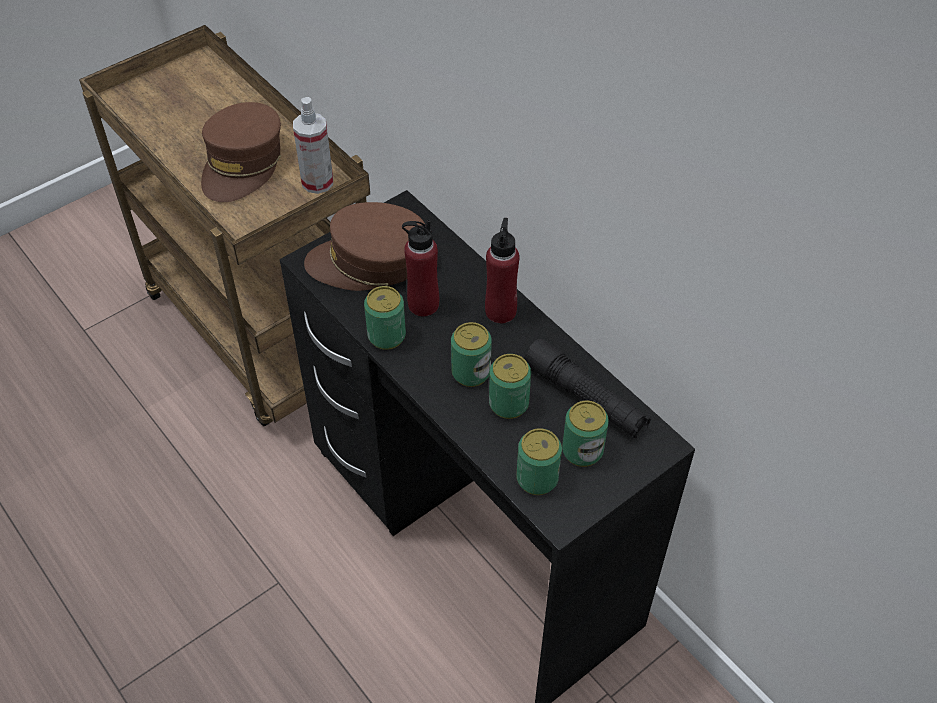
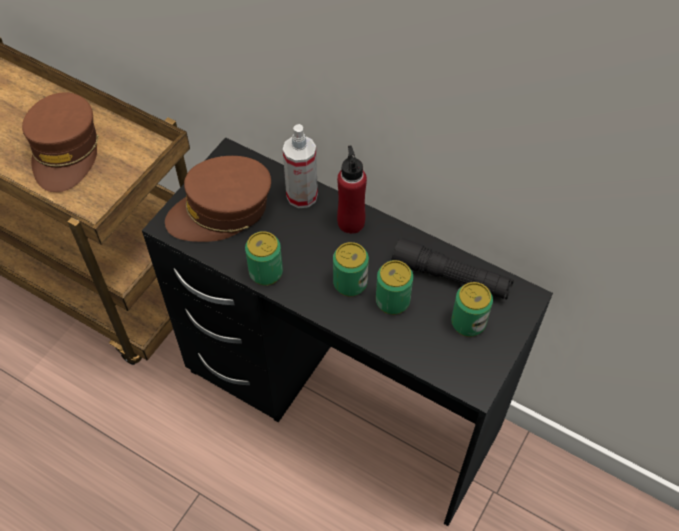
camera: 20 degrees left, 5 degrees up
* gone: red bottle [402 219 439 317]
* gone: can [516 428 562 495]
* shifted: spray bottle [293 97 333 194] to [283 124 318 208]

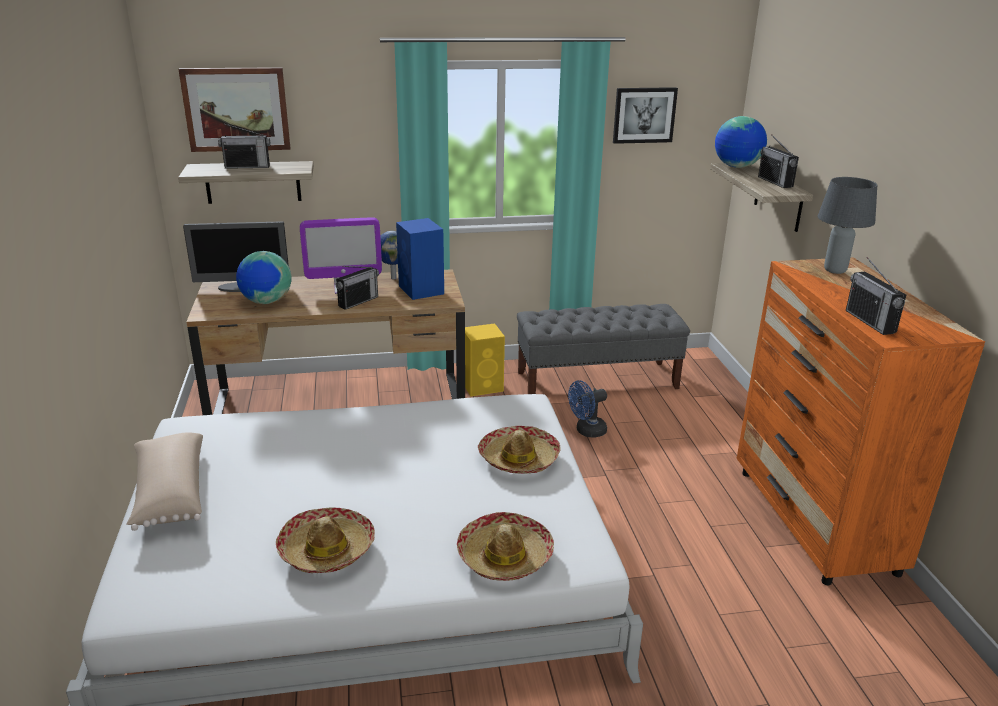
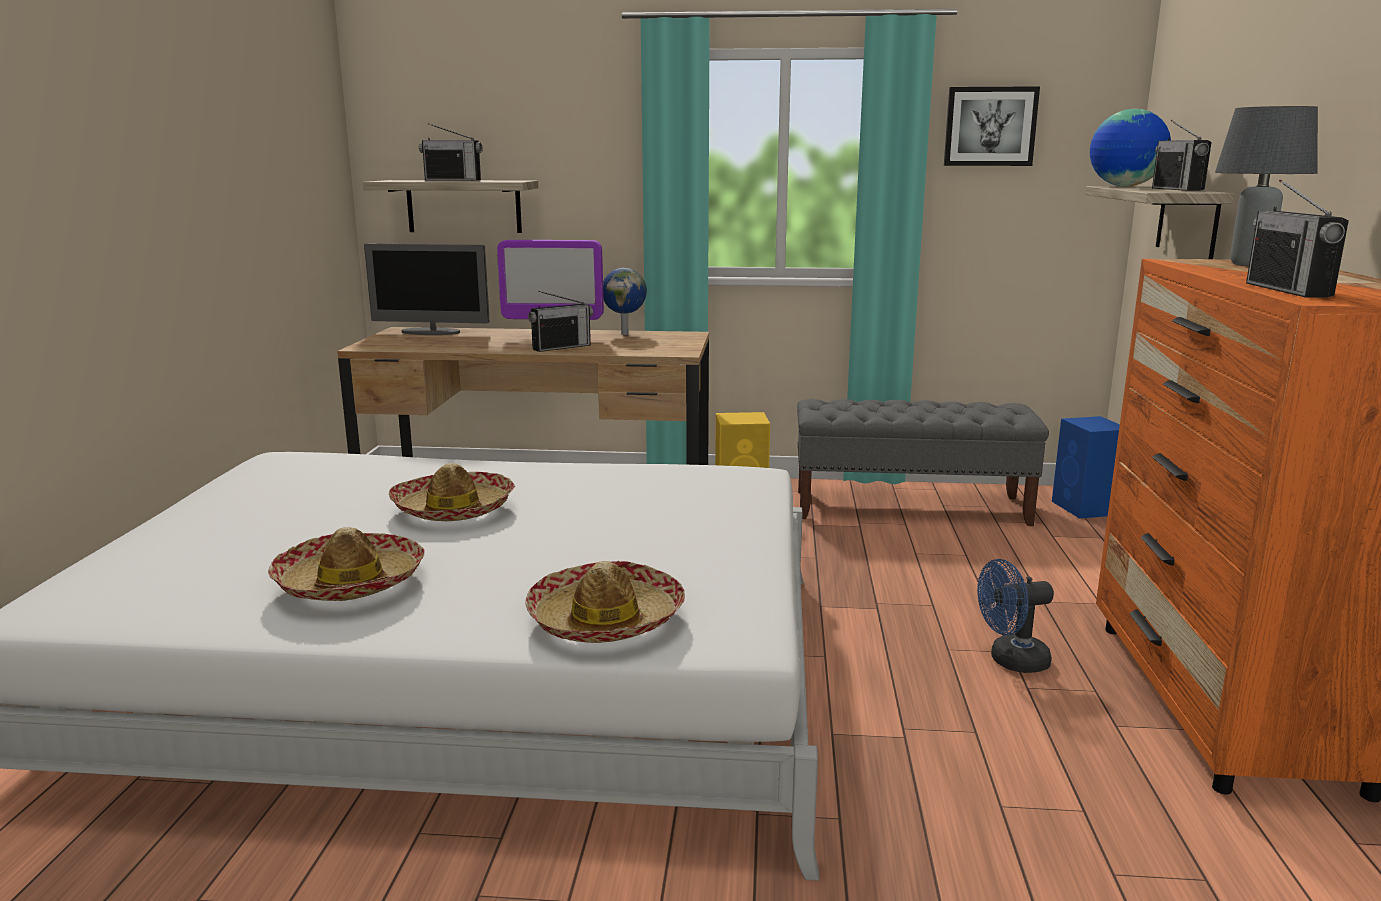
camera: 15 degrees right, 10 degrees down
* gone: beige pillow [126 432 203 531]
* gone: picture [178 67 290 152]
* gone: globe [236 251 291 304]
* shifted: blue speaker [396 218 444 300] to [1052 416 1120 519]
* shifted: hat [478 426 560 474] to [389 463 515 521]
* shifted: blue fan [568 380 607 438] to [977 559 1054 673]

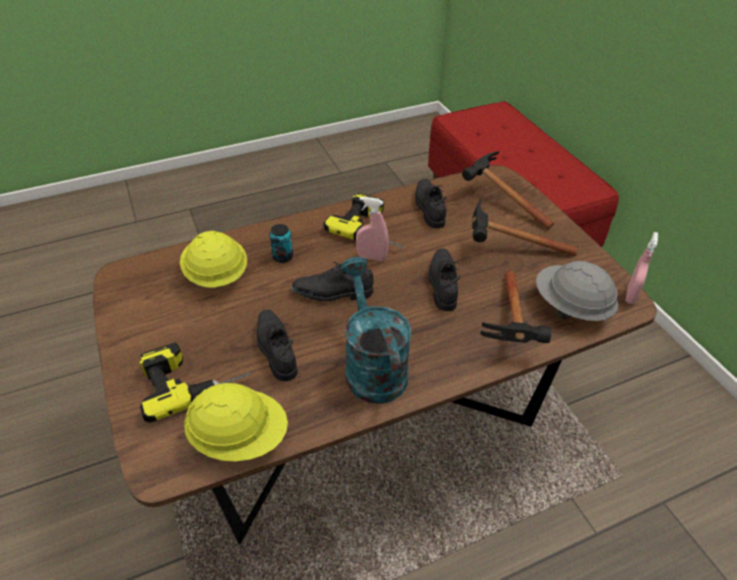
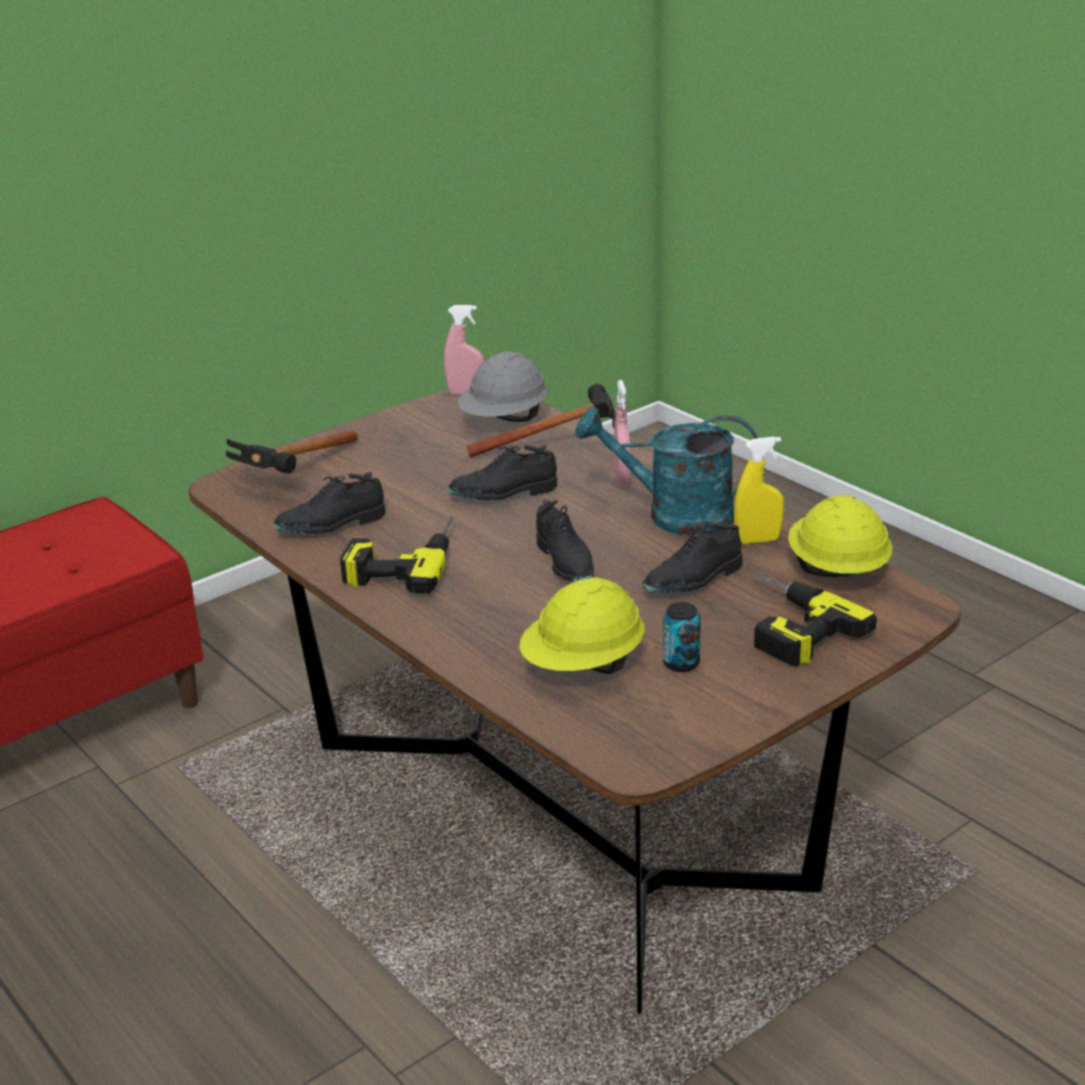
camera: 105 degrees left, 15 degrees down
* gone: hammer [472 199 578 256]
* new: yellow spray bottle [734 437 784 544]
* shifted: can [269 224 293 263] to [663 602 701 672]
* shifted: pink spray bottle [356 197 389 261] to [614 380 631 486]
* rotated: turquoise watering can [340 257 411 404] = [575 407 757 536] 45 degrees clockwise

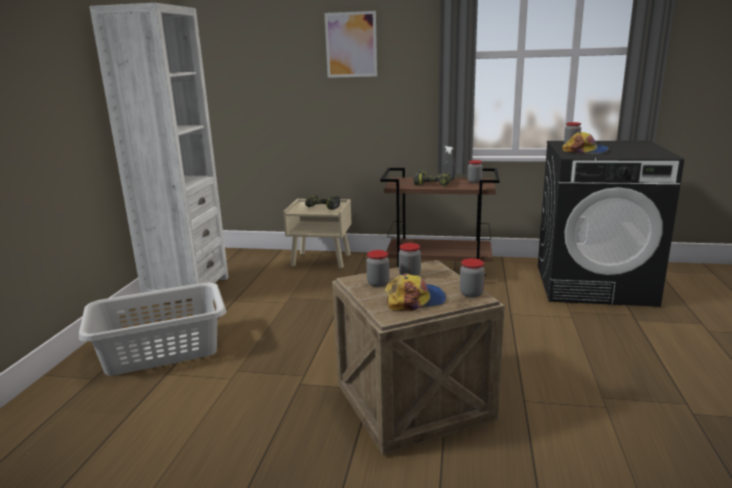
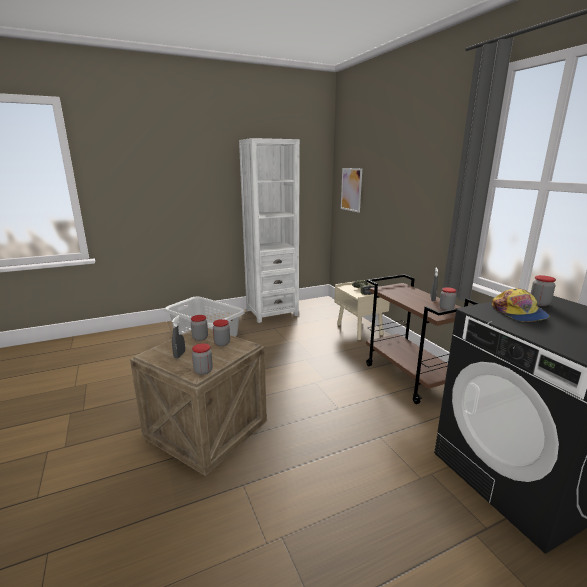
camera: 55 degrees right, 0 degrees up
* gone: power drill [414 170 451 186]
* shifted: picture [324 11 377 78] to [341 168 362 213]
* swapped: cap [385 274 446 311] to grey spray bottle [172 315 185 359]

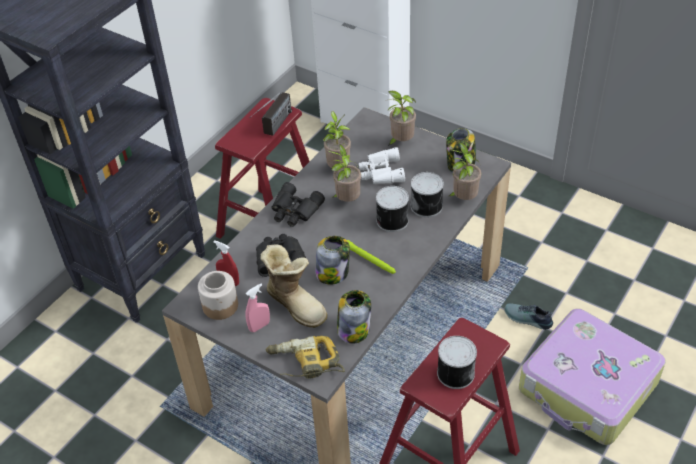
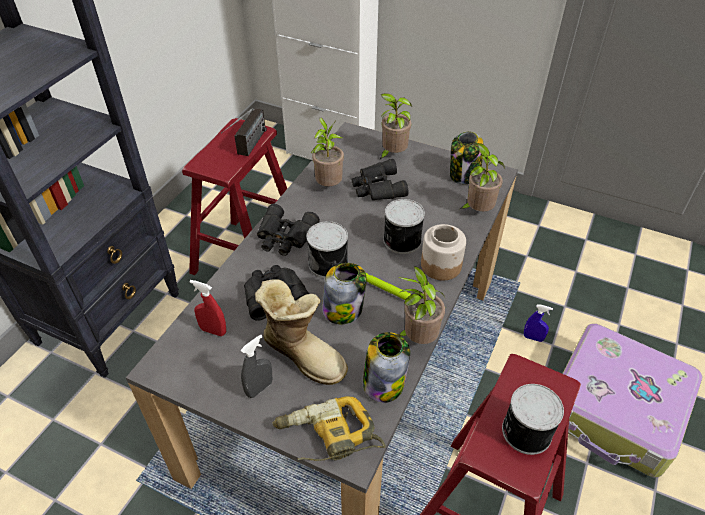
camera: 10 degrees left, 0 degrees up
* shifted: jar [198 271 238 320] to [421 224 466 280]
* shifted: potted plant [328 144 361 202] to [398 266 445 344]
* shifted: can [411 172 444 218] to [307 221 348 278]
* swapped: shoe [504 303 553 330] to blue spray bottle [524 304 553 342]
* repainted: pink spray bottle [245 284 270 332] to grey spray bottle [241 335 272 398]
* repainted: white binoculars [359 147 405 184] to black binoculars [352 159 409 200]

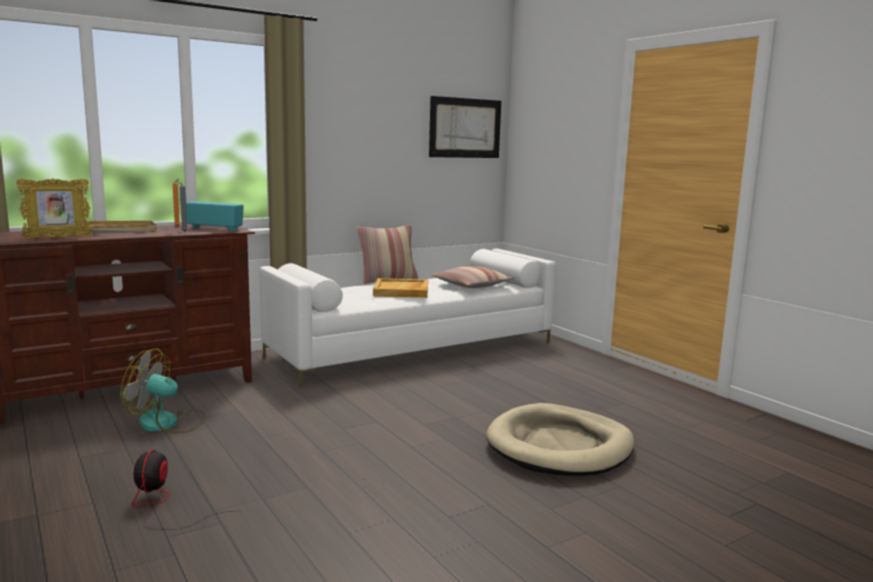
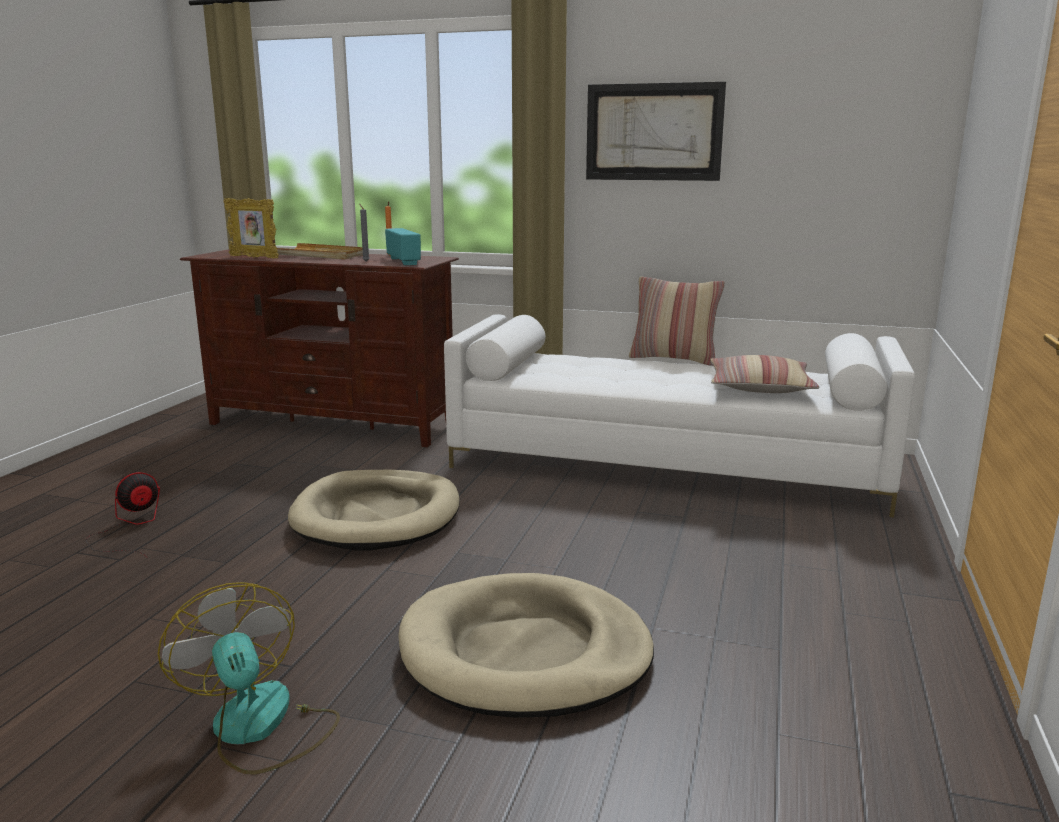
camera: 50 degrees right, 5 degrees up
* gone: beige tray [373 278 428 298]
* new: beige dog bed [288 470 460 551]
* shifted: fan [120 348 205 434] to [158 582 340 774]
* shifted: picture [429 96 501 158] to [586 82 726 181]

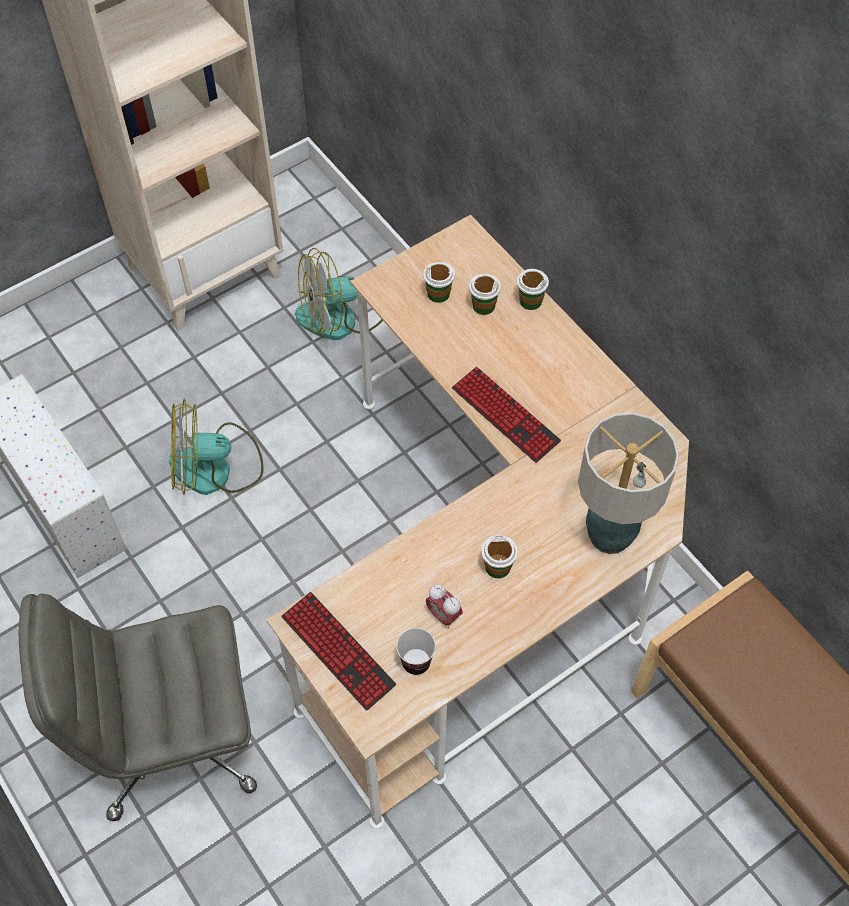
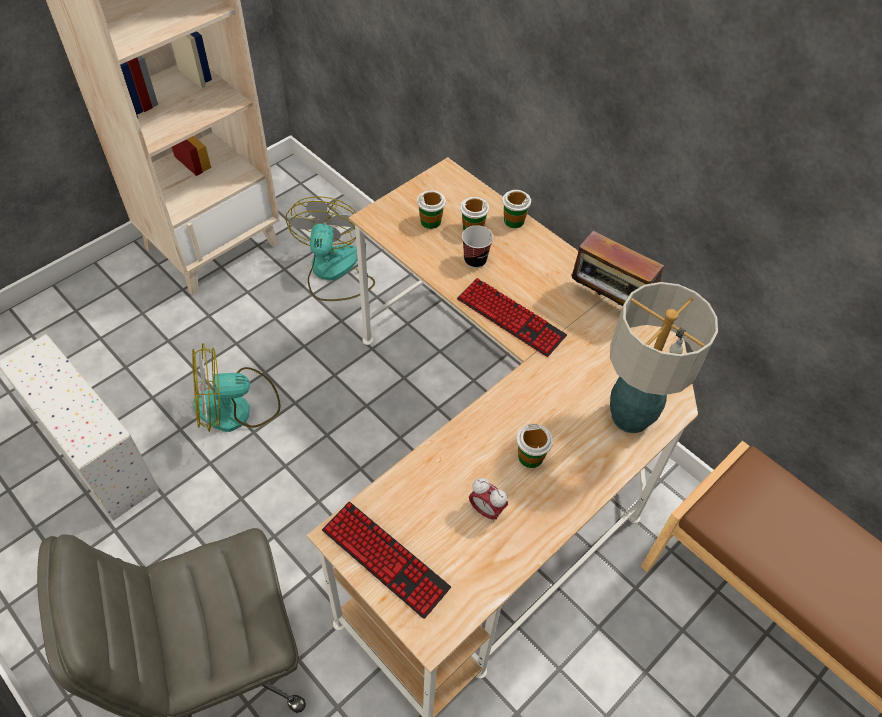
camera: 10 degrees left, 5 degrees down
* new: radio [572 229 664 308]
* shifted: cup [396 628 436 675] to [462 225 493 268]
* rotated: fan [295 248 383 340] = [285 196 375 301] 120 degrees clockwise

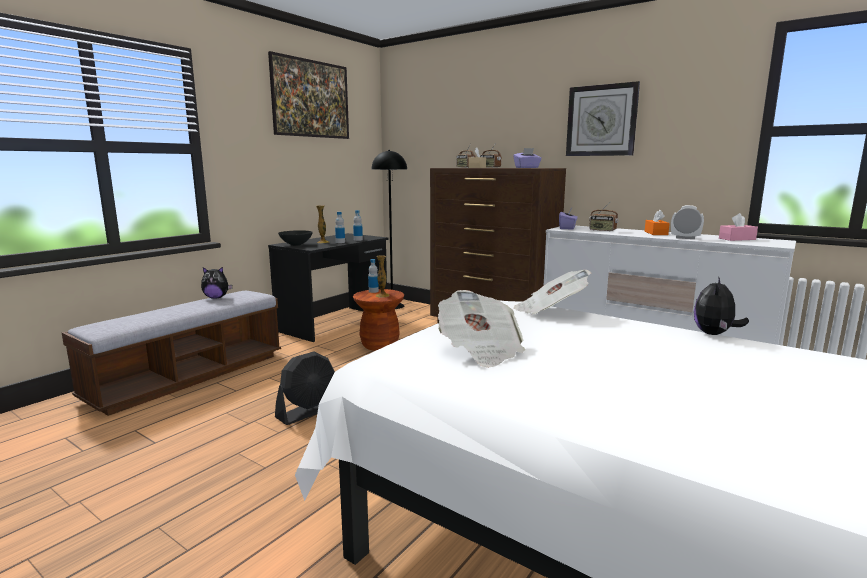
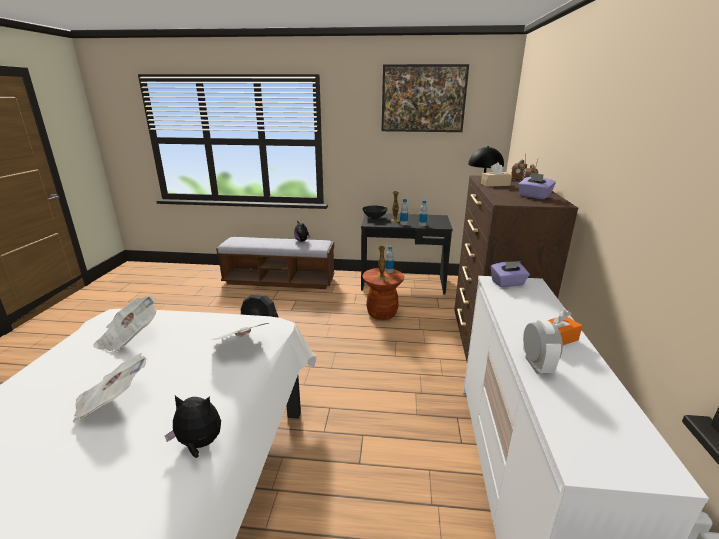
camera: 60 degrees right, 10 degrees up
* gone: wall clock [566 81 640 156]
* gone: radio [589 201 619 232]
* gone: pink tissue box [719 213 758 241]
* new: newspaper [73 353 146 422]

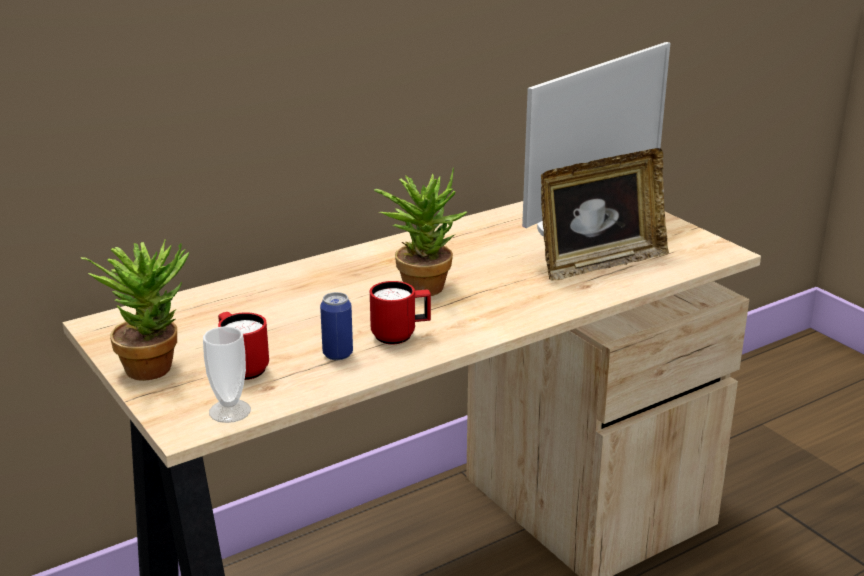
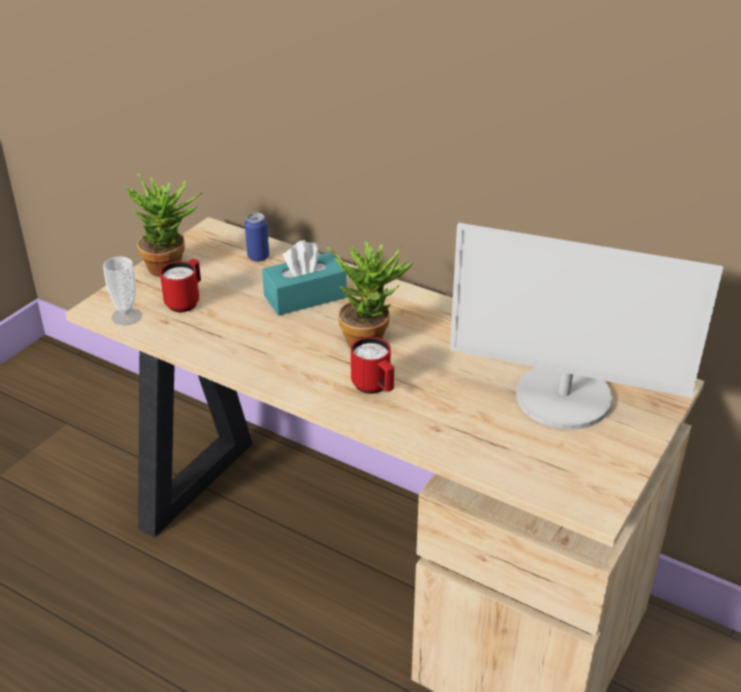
camera: 65 degrees right, 10 degrees up
* gone: picture frame [541 148 669 281]
* new: turquoise tissue box [262 240 347 316]
* shifted: can [320 292 353 360] to [245 213 269 262]
* shifted: red mug [370 281 431 344] to [351 337 394 394]

